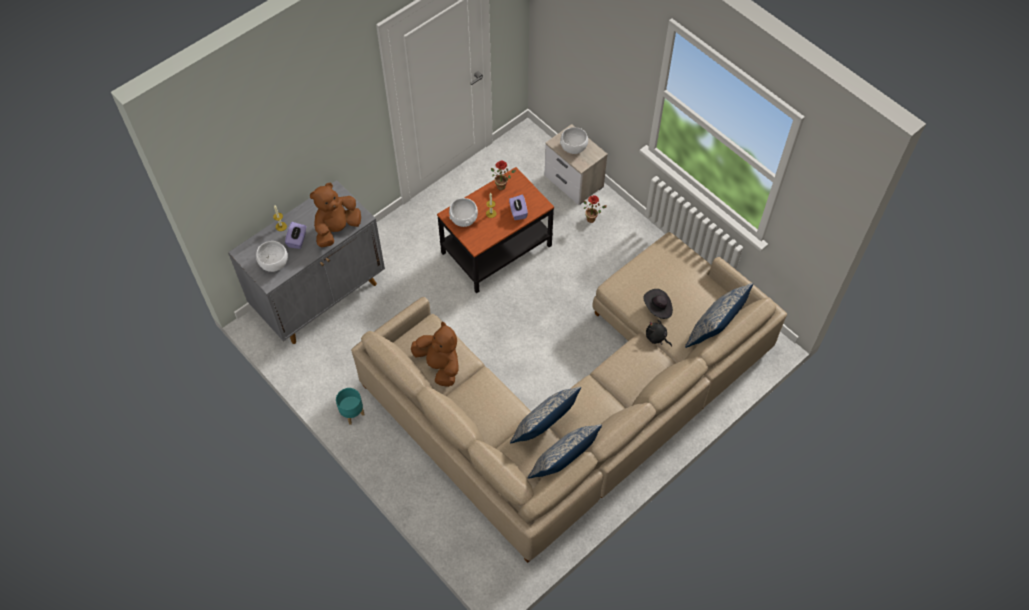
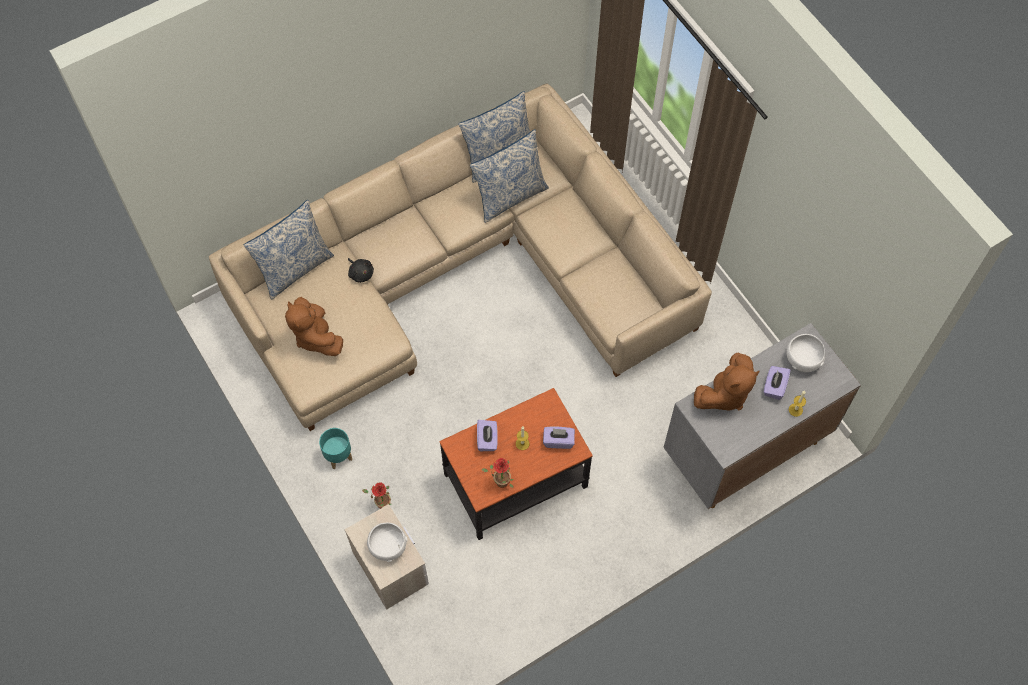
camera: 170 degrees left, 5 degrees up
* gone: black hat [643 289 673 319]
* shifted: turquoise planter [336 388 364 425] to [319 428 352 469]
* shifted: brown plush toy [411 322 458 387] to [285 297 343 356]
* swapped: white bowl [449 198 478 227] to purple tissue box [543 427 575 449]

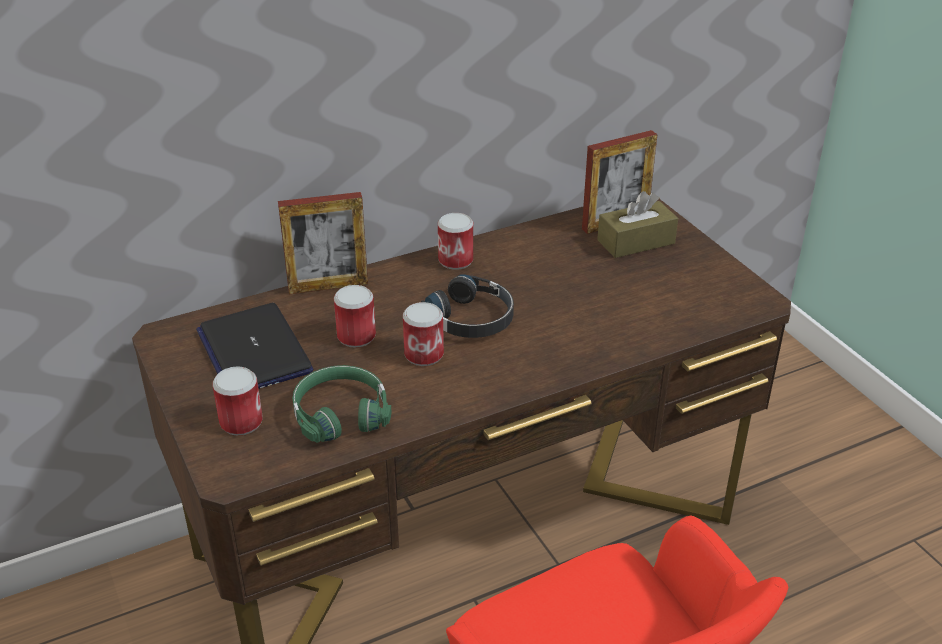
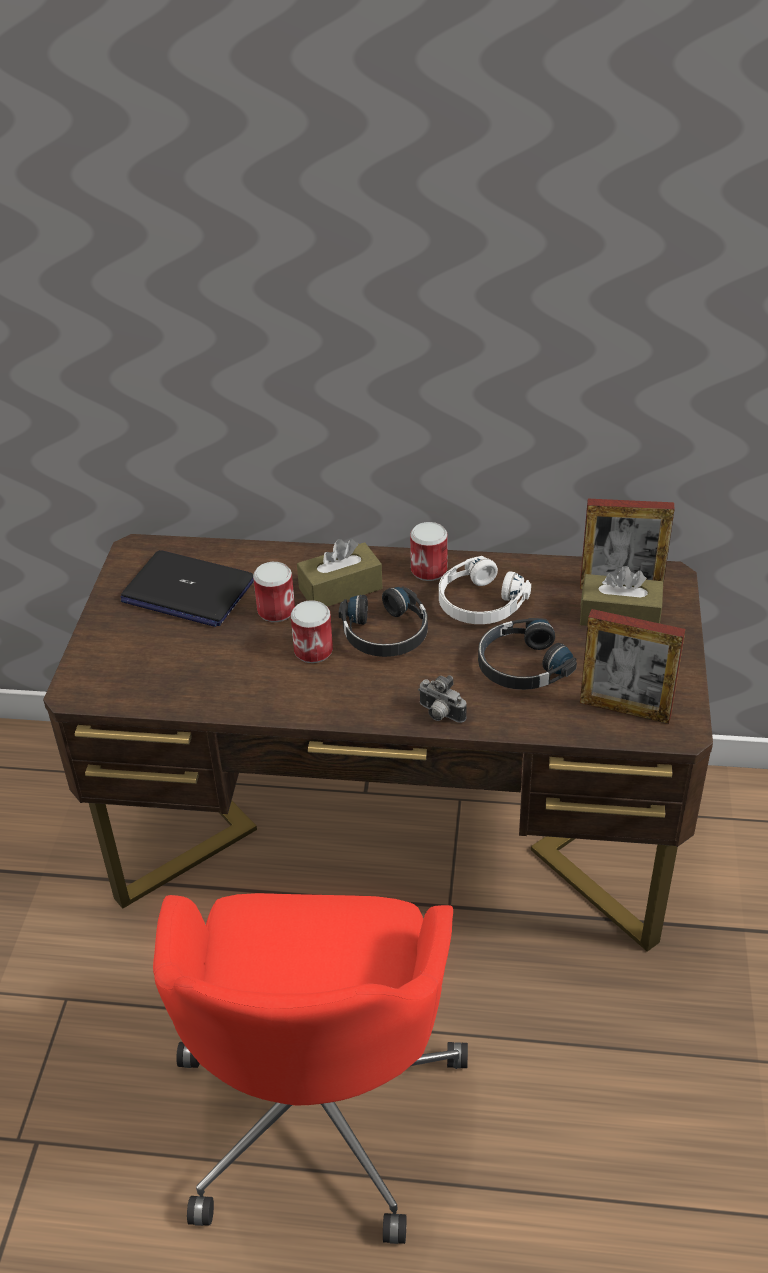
camera: 35 degrees right, 5 degrees up
* gone: can [213 366 263 436]
* gone: green headphones [293 365 392 443]
* new: brown tissue box [297 539 382 607]
* new: photo camera [418 675 467 723]
* new: white headphones [439 556 531 624]
* new: black headphones [478 618 577 690]
* shifted: picture frame [278 192 368 294] to [580 609 685 724]
* rotated: laptop [196 303 313 389] = [121 550 254 627] 75 degrees counterclockwise

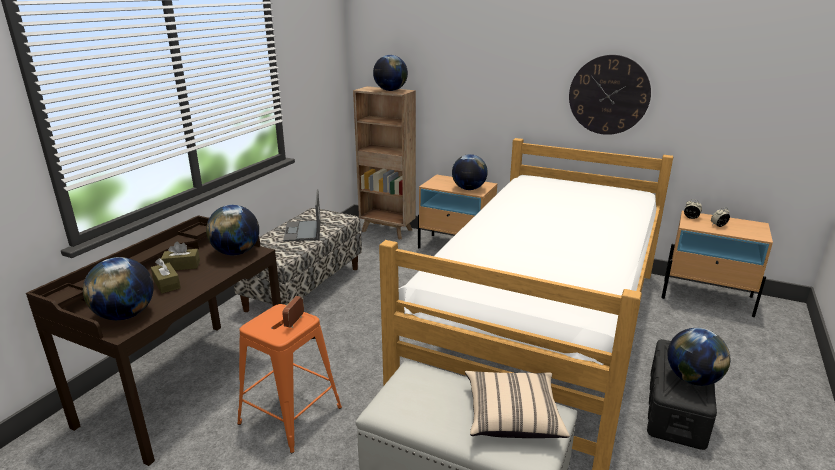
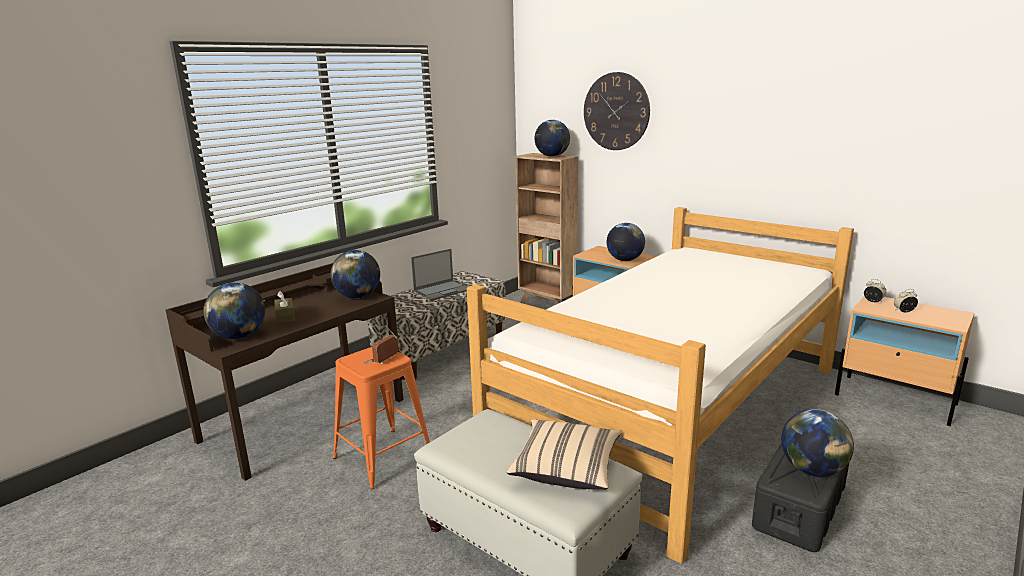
camera: 15 degrees right, 5 degrees down
* gone: brown tissue box [161 242 200 270]
* shifted: wall clock [569 55 651 135] to [584 72 650 150]
* rotated: laptop [283 189 321 242] = [411 249 467 301] 135 degrees counterclockwise

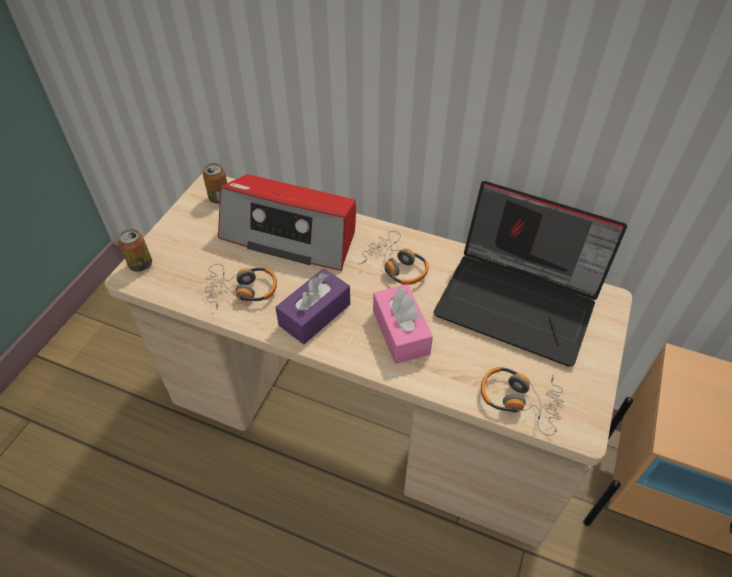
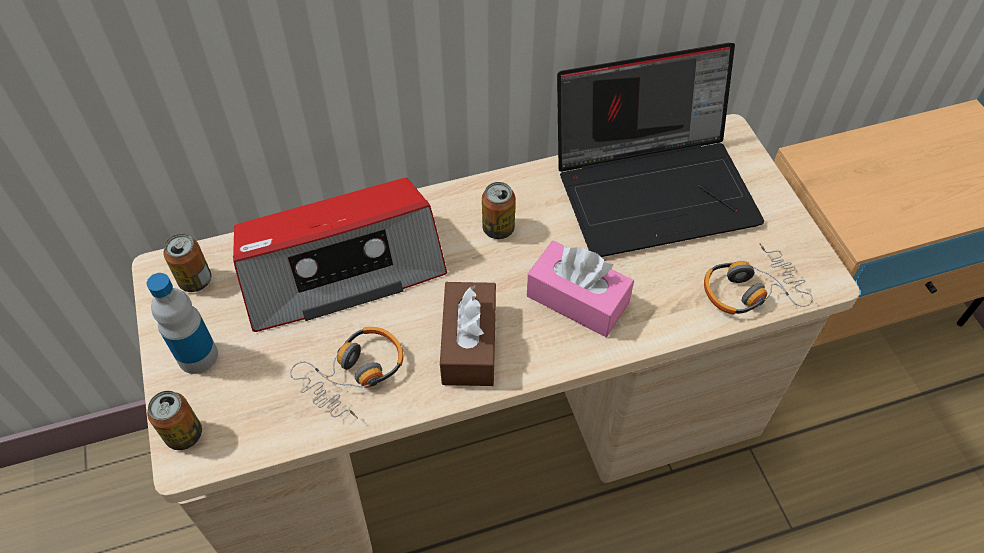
camera: 40 degrees left, 5 degrees up
* new: bottle [147 273 218 374]
* swapped: headphones [361 231 428 285] to can [482 182 515 239]
* repainted: purple tissue box [275 268 350 344] to brown tissue box [440 282 496 386]

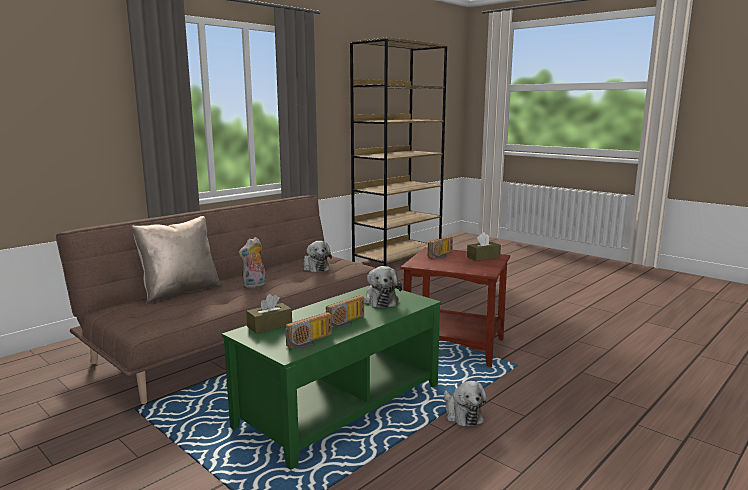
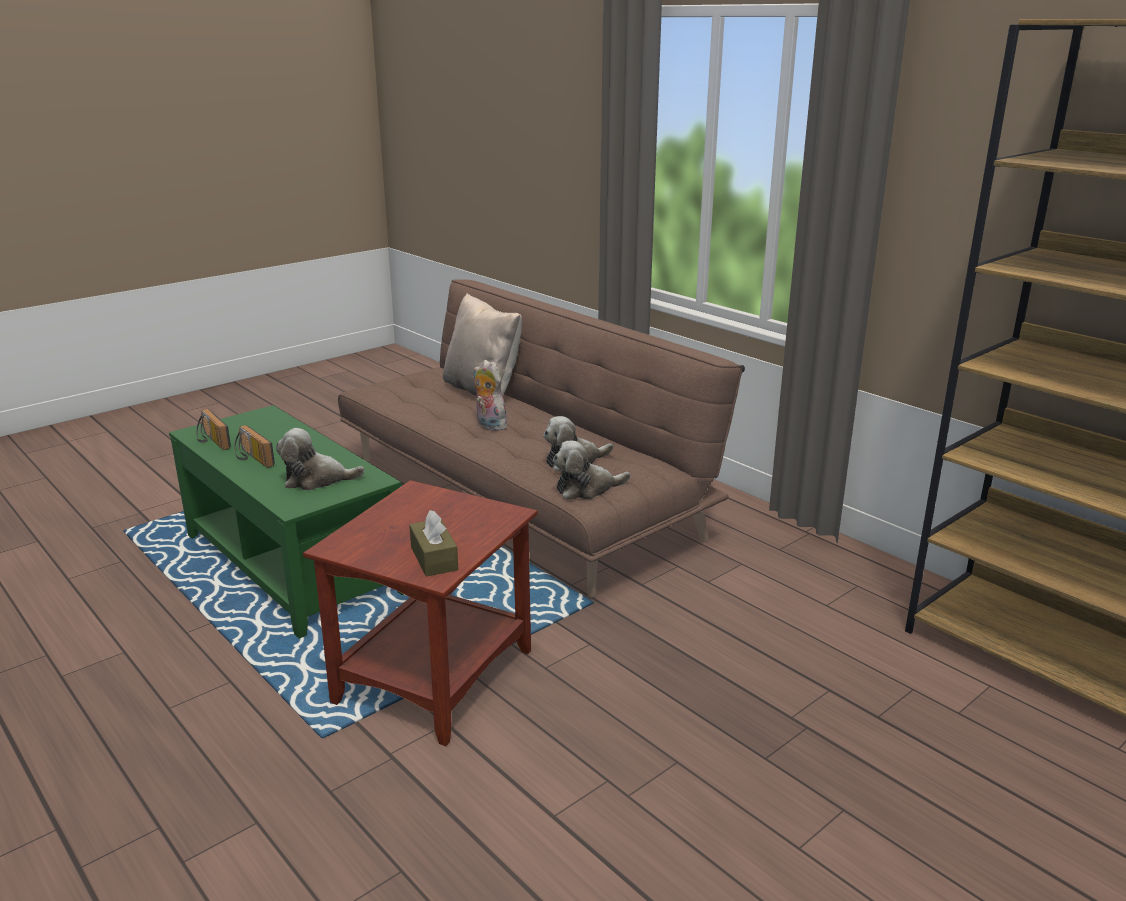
camera: 95 degrees right, 10 degrees up
* gone: brown tissue box [246 294 292 334]
* gone: radio [428 236 453 258]
* shifted: plush toy [444 381 486 427] to [553 441 630 499]

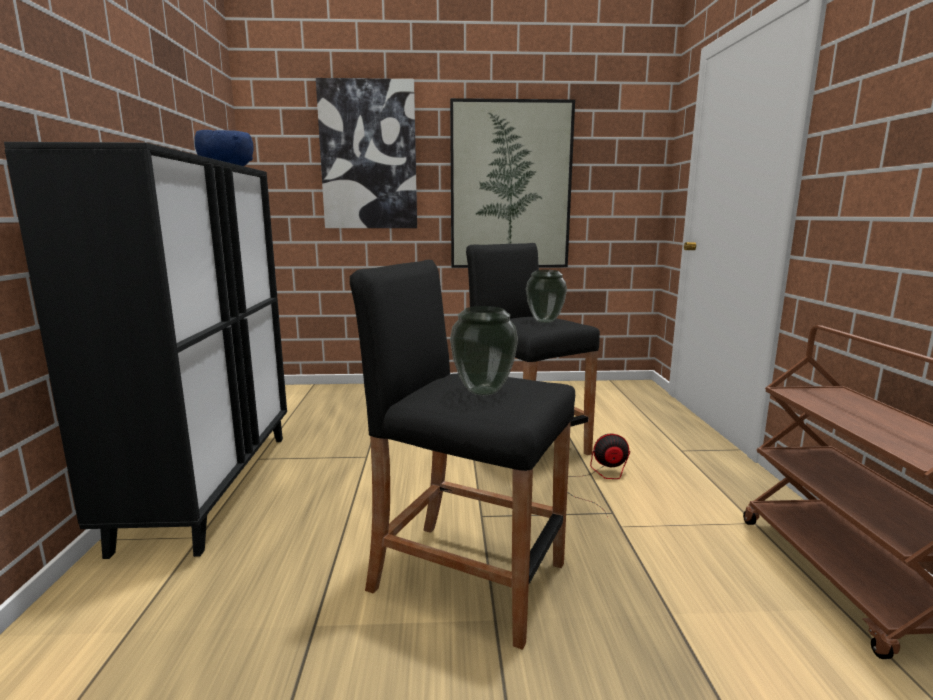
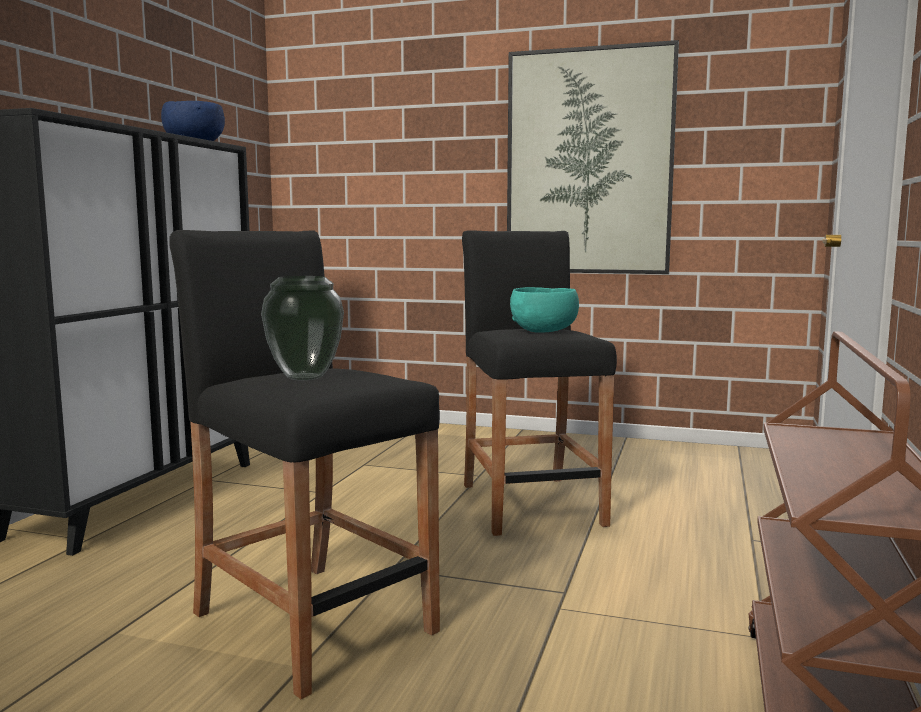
camera: 20 degrees right, 5 degrees down
* gone: picture [316 78 417 228]
* gone: fan [567 434 630 515]
* swapped: vase [526 270 567 323] to turquoise bowl [510 287 579 333]

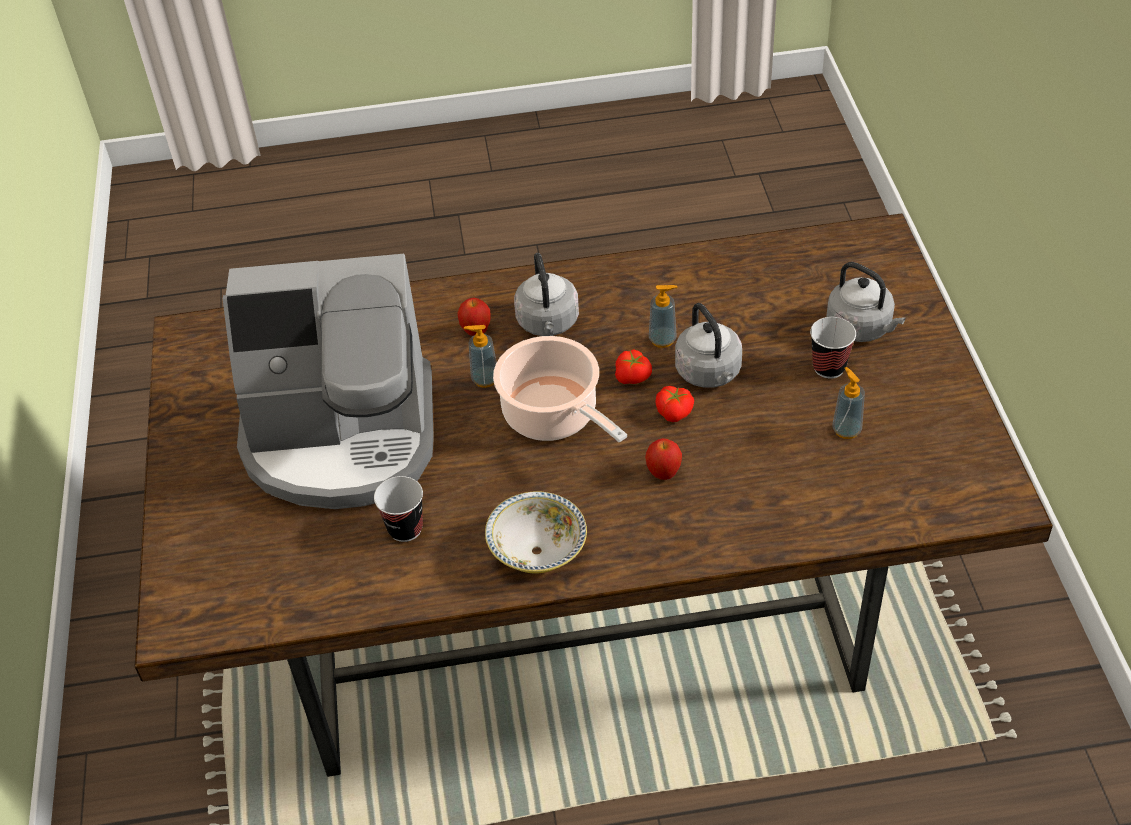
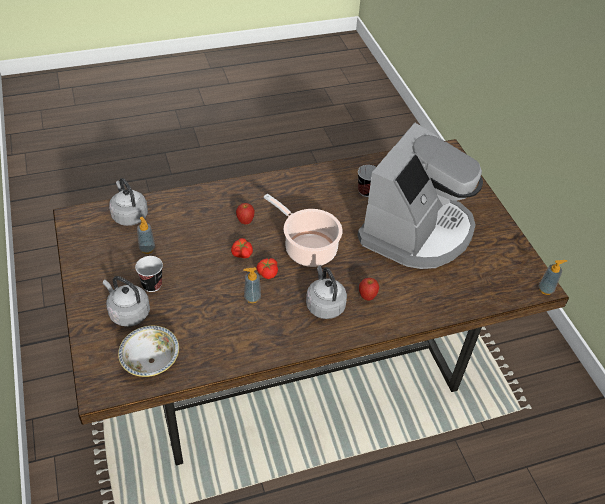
camera: 165 degrees right, 0 degrees up
* shifted: soap dispenser [464 325 497 388] to [539 260 567 295]
* shifted: bowl [485 491 587 573] to [118 326 179 377]
* shifted: grey kettle [675 303 742 388] to [109 178 148 226]
* rotated: coffee machine [223 254 434 509] = [358 123 483 269] 135 degrees clockwise

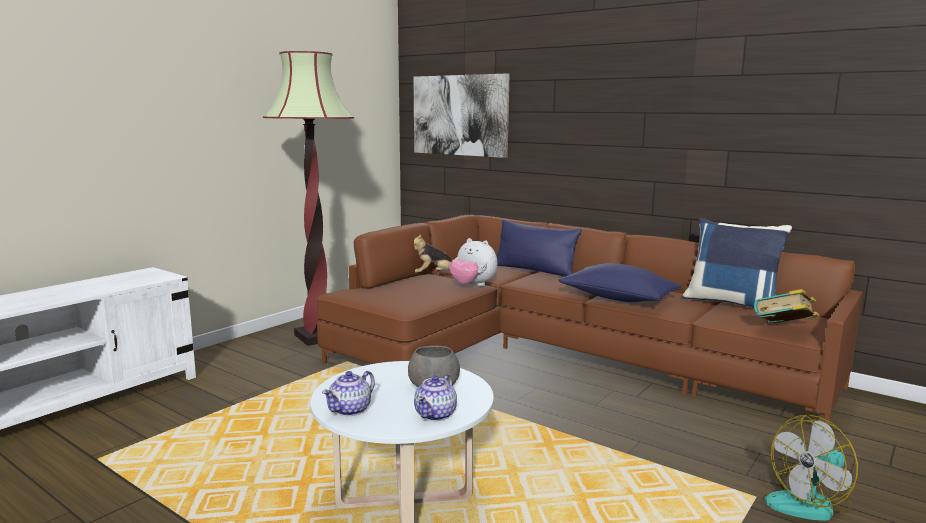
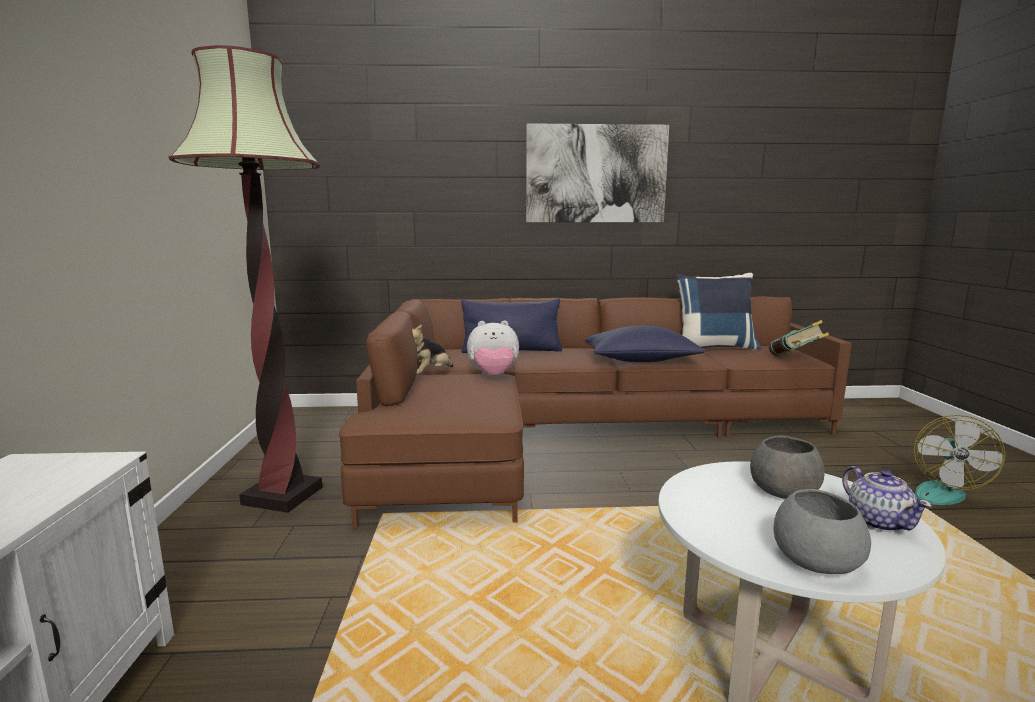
camera: 40 degrees left, 0 degrees up
* shifted: picture [414 73 510 158] to [526 123 669 222]
* swapped: teapot [322 371 375 416] to grey bowl [774 489 871 574]

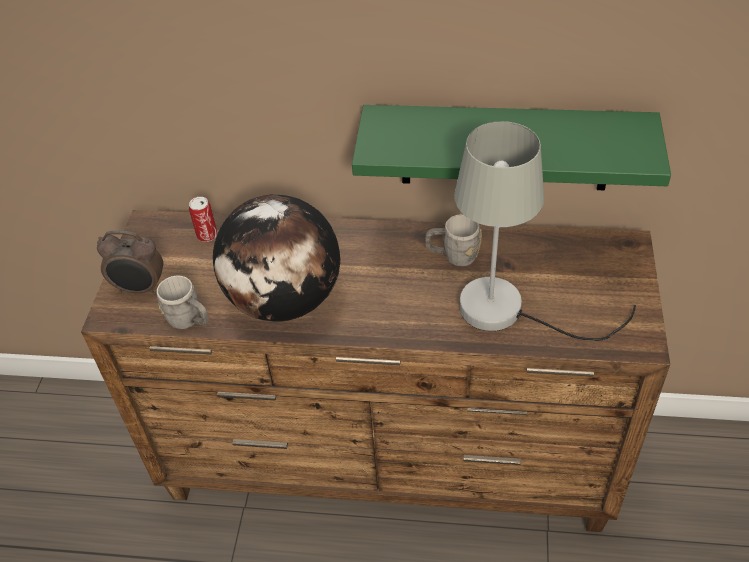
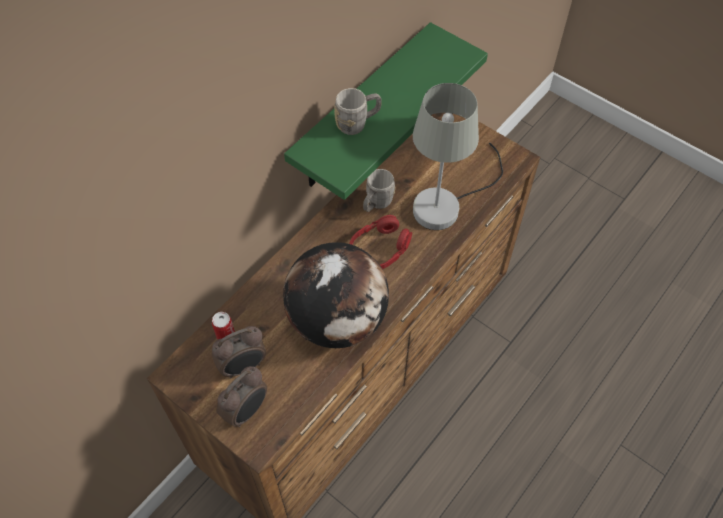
camera: 60 degrees left, 10 degrees up
* new: alarm clock [212 326 266 379]
* new: red headphones [350 215 412 269]
* shifted: grey mug [157 275 209 329] to [334 88 382 135]

